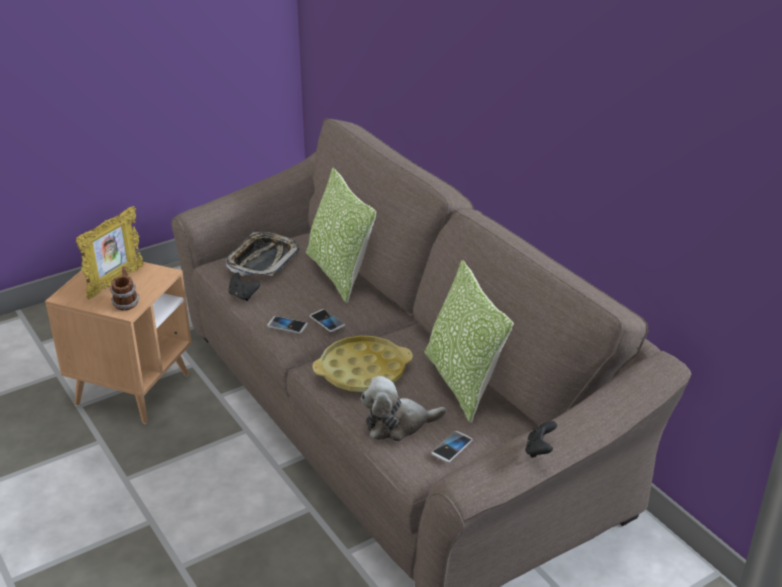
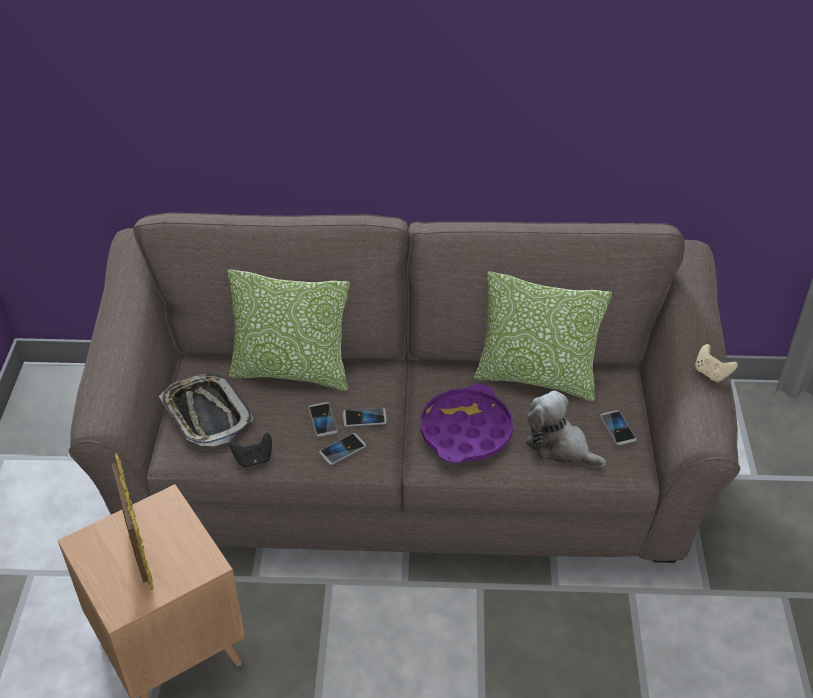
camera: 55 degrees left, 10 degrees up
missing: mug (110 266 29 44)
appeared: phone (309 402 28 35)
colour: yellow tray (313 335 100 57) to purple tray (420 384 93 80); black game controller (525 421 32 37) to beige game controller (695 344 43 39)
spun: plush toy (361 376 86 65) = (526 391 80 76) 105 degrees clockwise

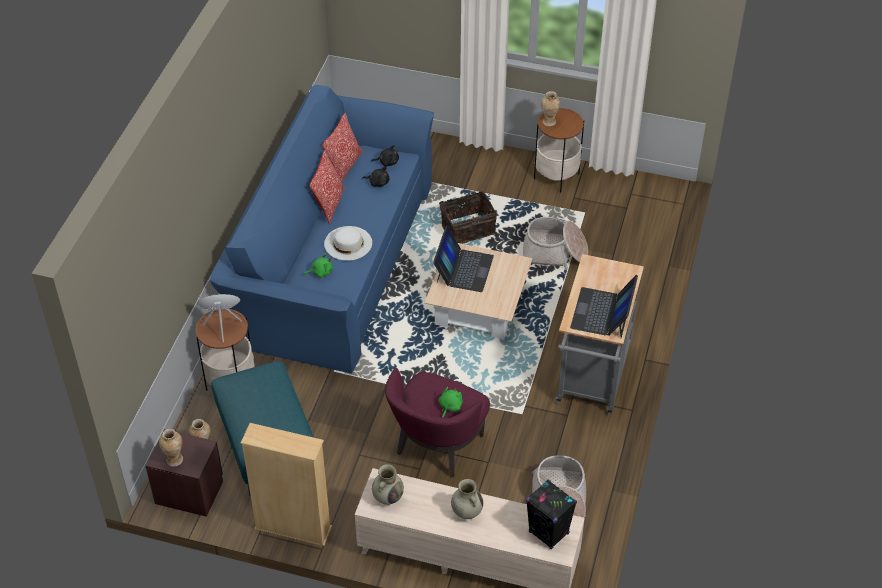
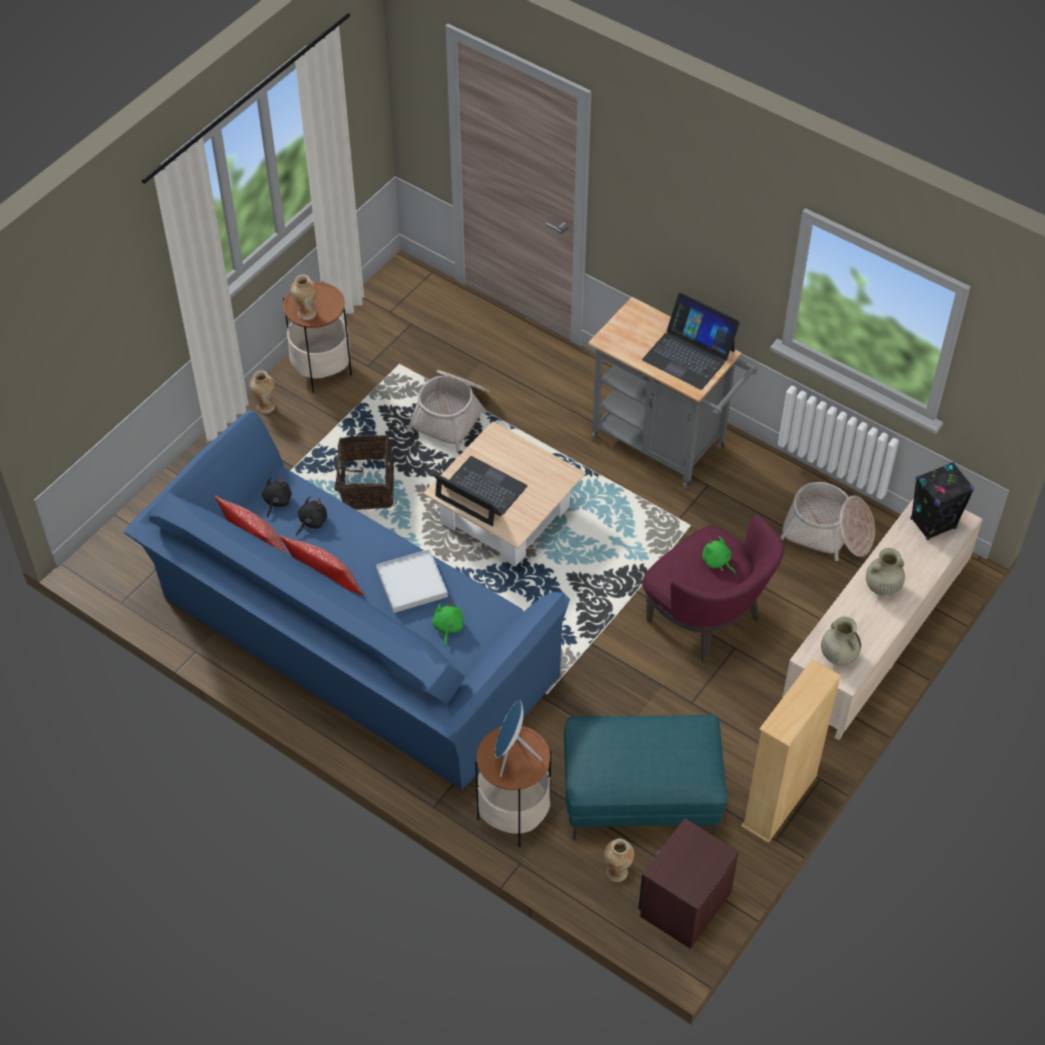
camera: 70 degrees left, 5 degrees up
relocated: vase (159 429 24 38) to (249 370 26 43)
exchanged: white hat (324 226 48 35) to white tray (376 549 72 64)

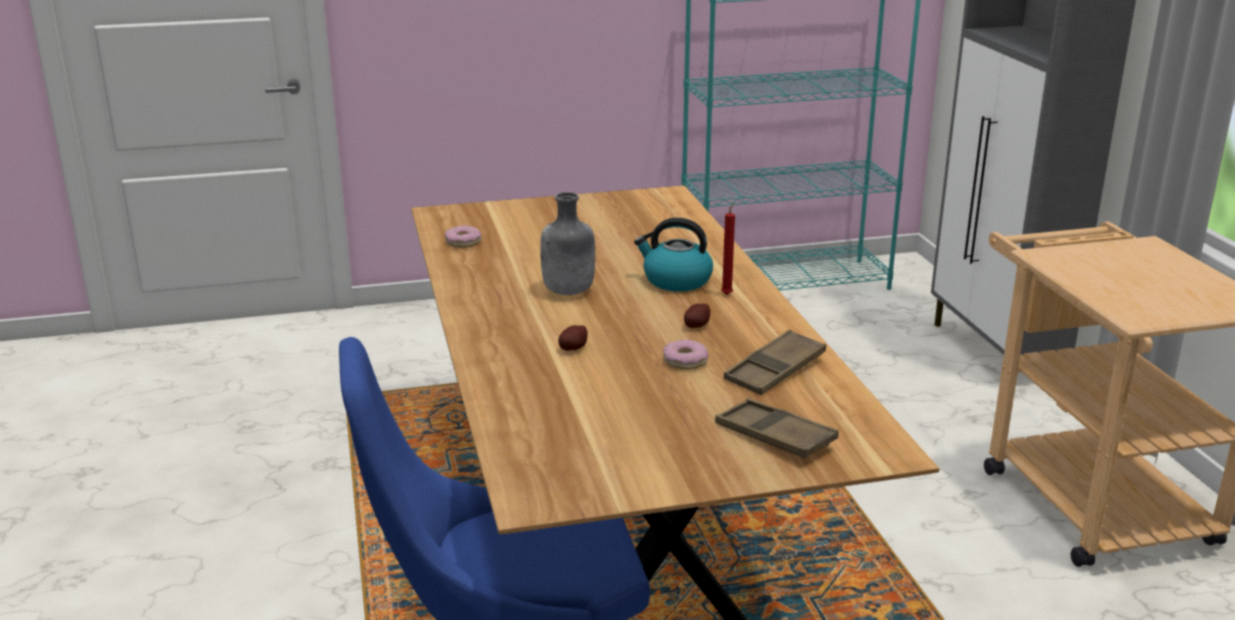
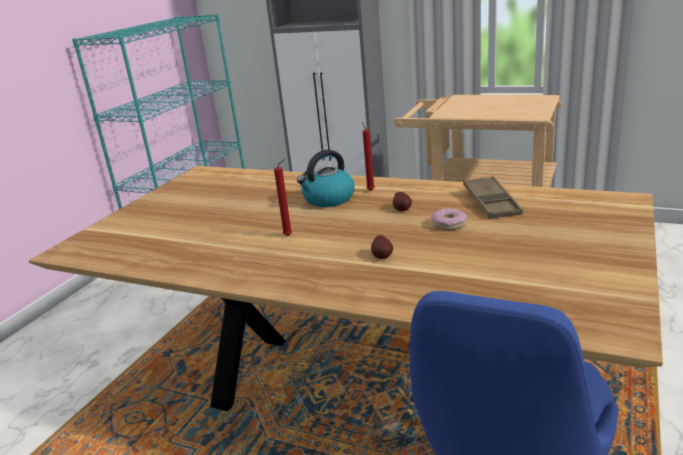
camera: 50 degrees left, 0 degrees up
missing: donut (444 225 38 23); brown tray (715 398 123 60)
exchanged: grey bottle (540 192 55 103) to red candle (274 159 18 77)

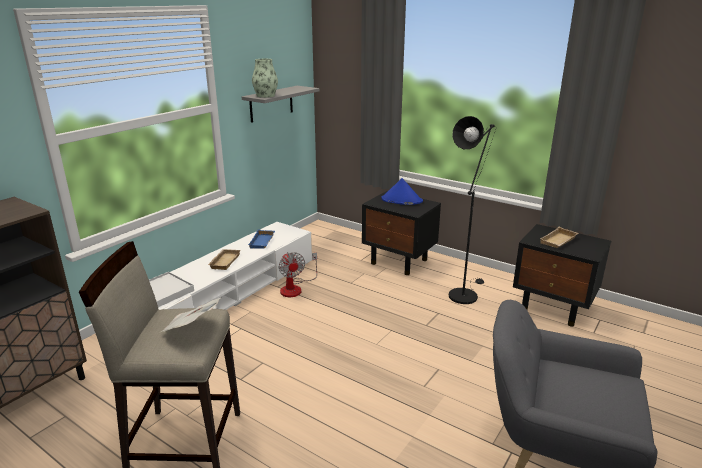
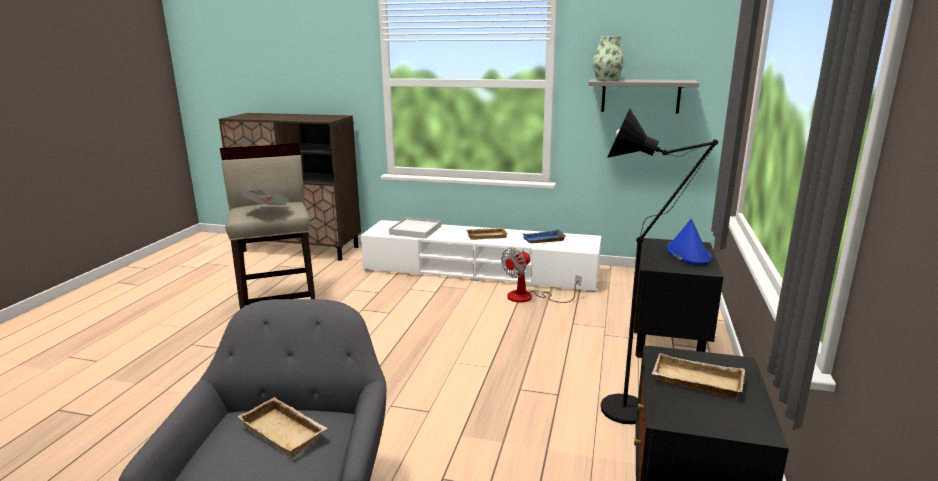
camera: 70 degrees right, 5 degrees down
appeared: beige tray (238 397 89 60)

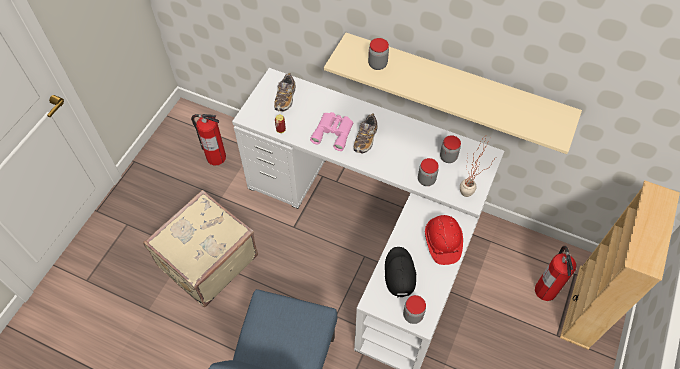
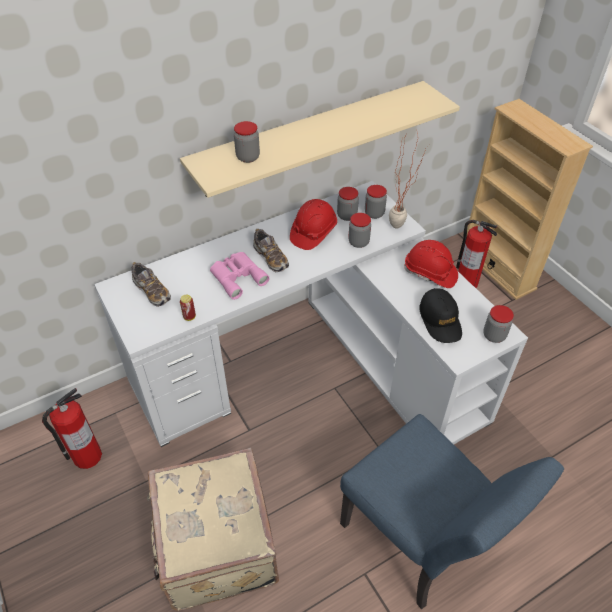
camera: 55 degrees left, 10 degrees down
appeared: jar (365 185 22 34); red hard hat (290 199 47 51)
spun: black cap (385 247 31 50) = (419 288 43 55) 135 degrees counterclockwise

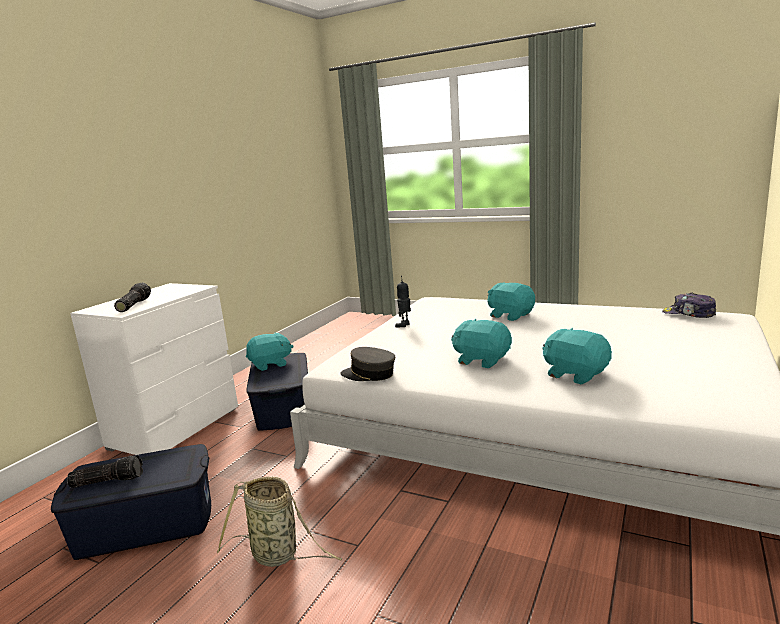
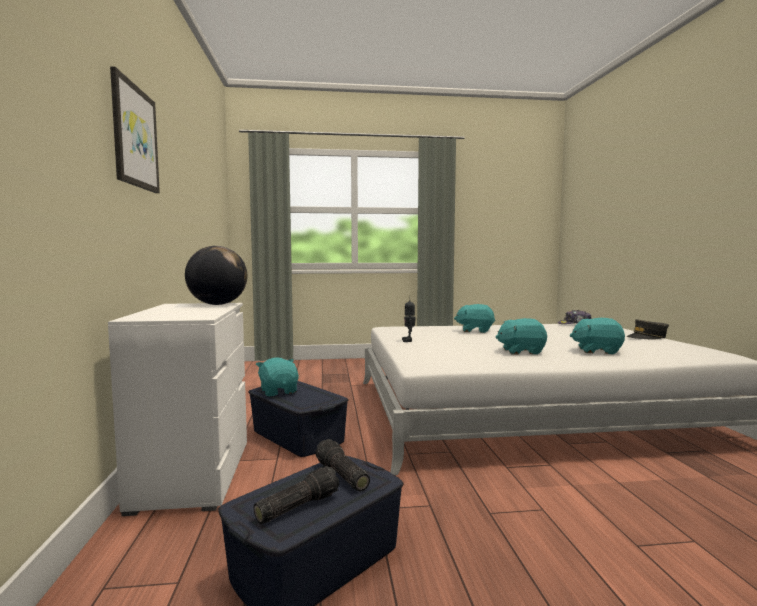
camera: 35 degrees left, 10 degrees down
missing: basket (217 477 125 90)
appeared: picture (110 66 50 127); globe (185 246 62 59)
relocated: flashlight (114 282 37 30) to (315 439 55 52); grey cap (340 347 55 34) to (627 319 42 21)
spun: turquoise plush toy (246 332 48 39) = (256 357 43 39) 60 degrees counterclockwise

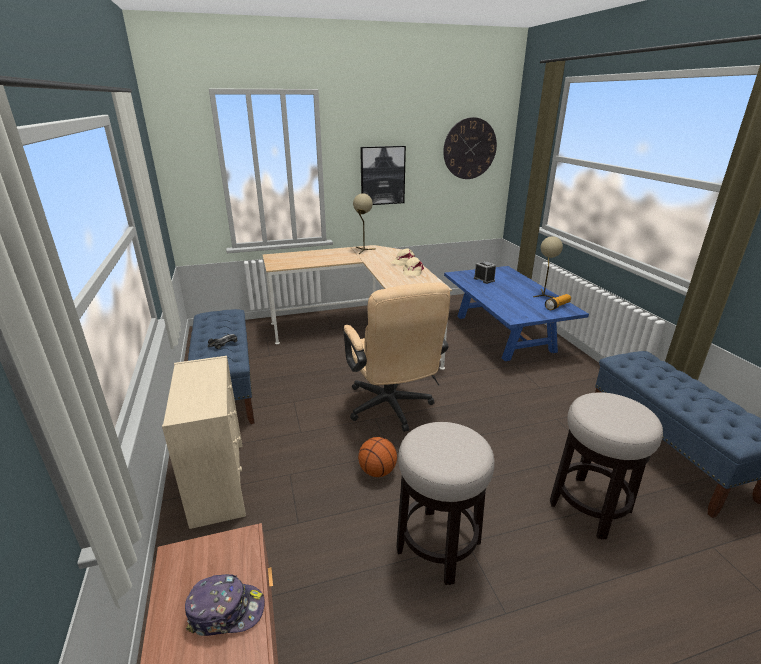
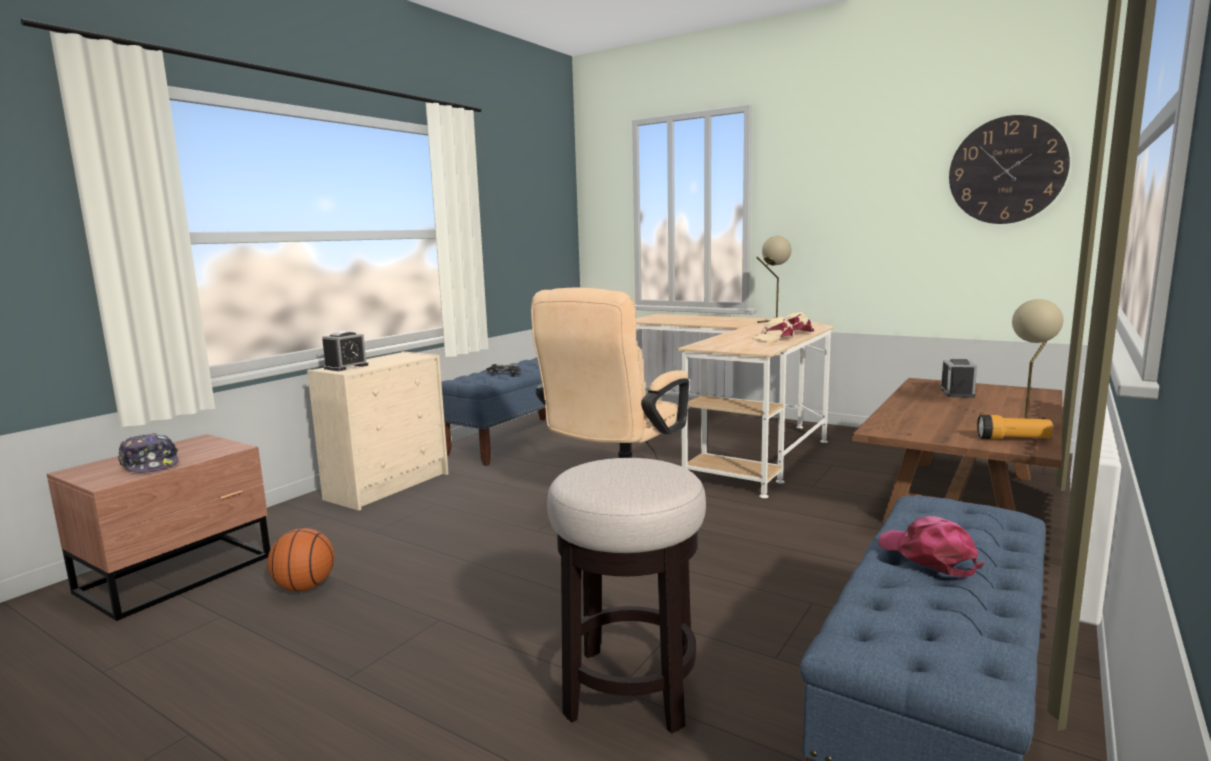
camera: 50 degrees right, 15 degrees down
missing: picture (360 146 46 59); stool (396 422 99 163)
appeared: alarm clock (322 331 46 40); pink cap (878 516 107 61)
relocated: basketball (358 437 39 40) to (267 528 67 63)
colour: blue coffee table (444 266 145 95) to brown coffee table (852 378 211 145)

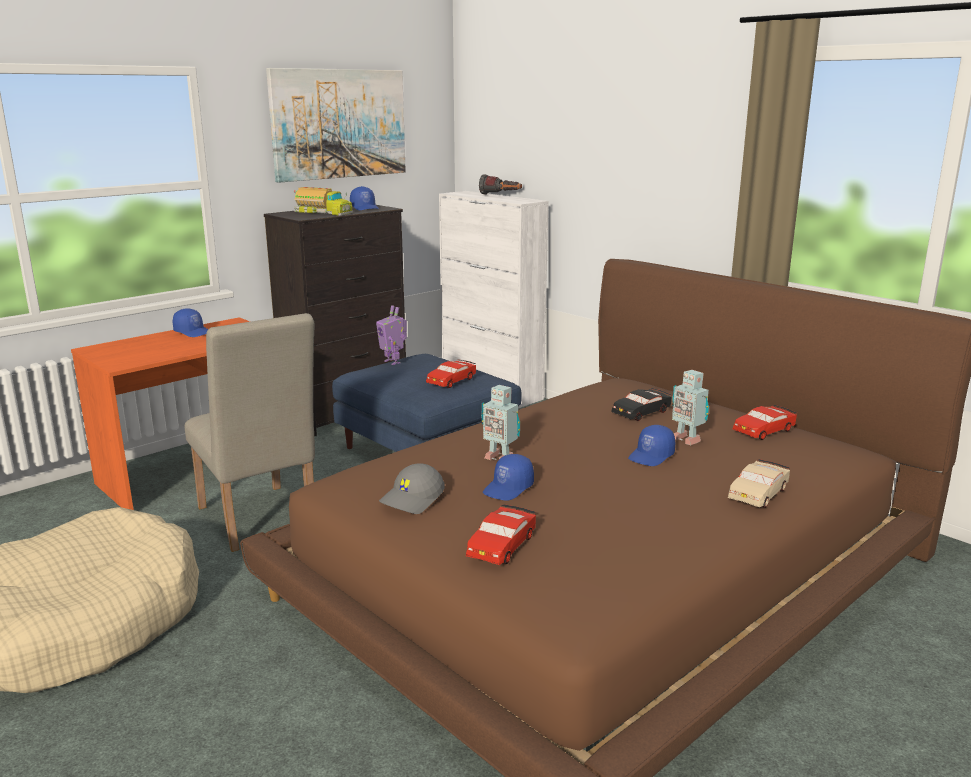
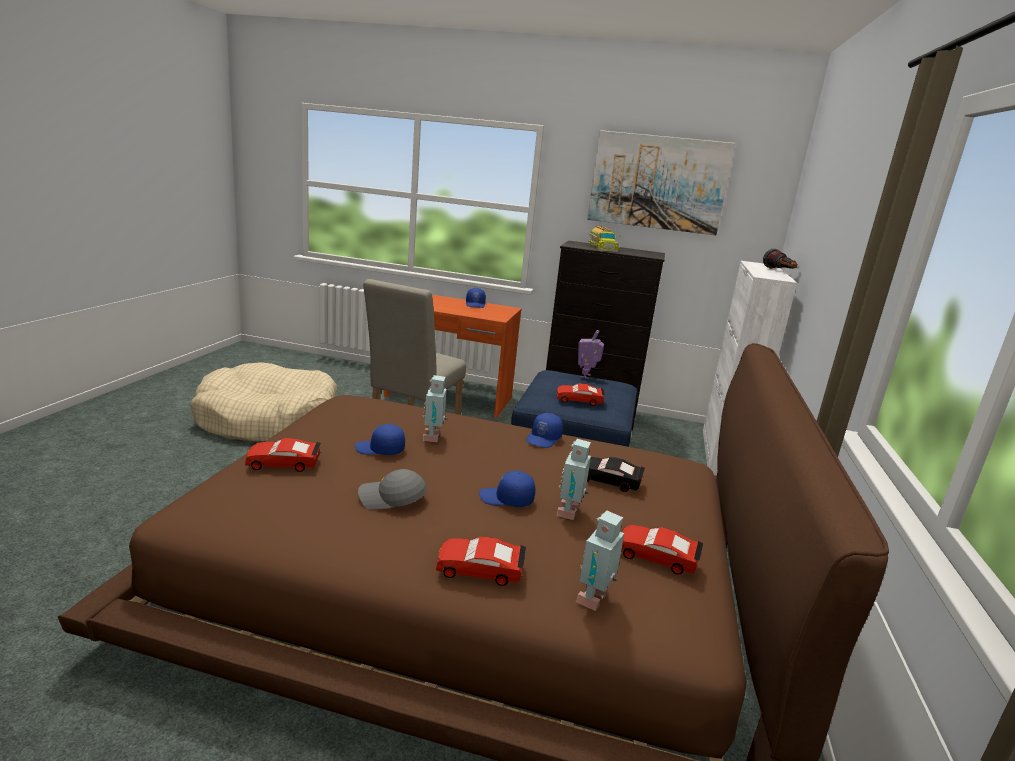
camera: 55 degrees right, 0 degrees up
appeared: toy robot (576 511 49 100)
relocated: blue cap (350 186 29 24) to (526 413 37 35); grey cap (379 464 66 50) to (358 469 69 41)
colour: beige toy car (728 459 62 49) to red toy car (436 537 90 49)

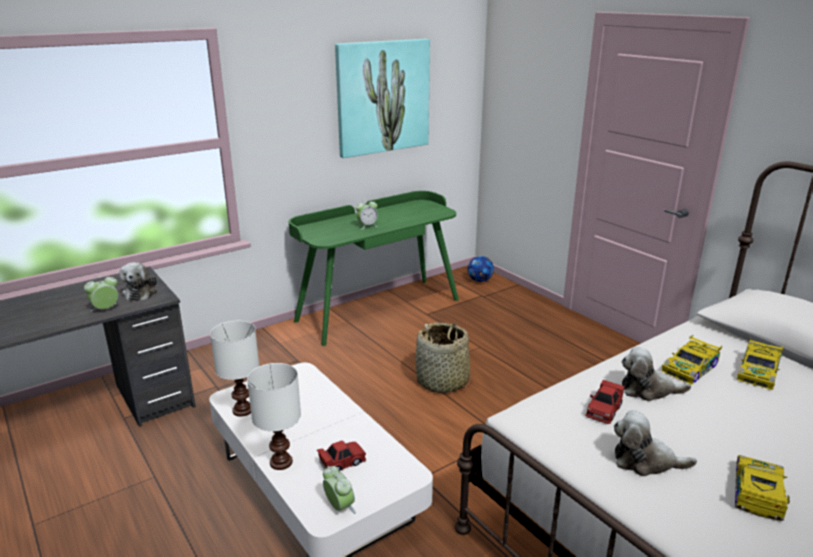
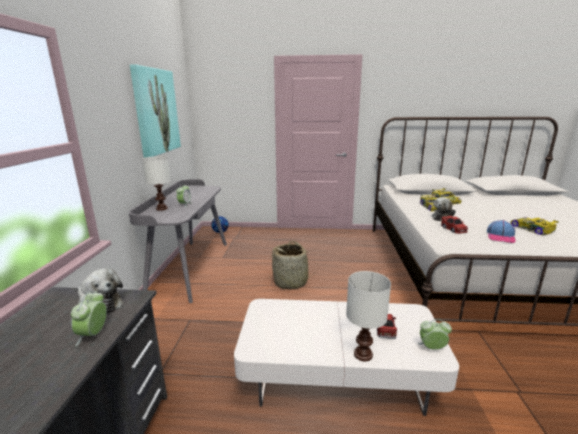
camera: 50 degrees left, 5 degrees down
relocated: white table lamp (210 321 49 96) to (142 156 29 55)
exchanged: plush toy (614 410 83 66) to cap (487 220 29 23)
colour: green desk (288 191 171 155) to grey desk (129 179 98 124)

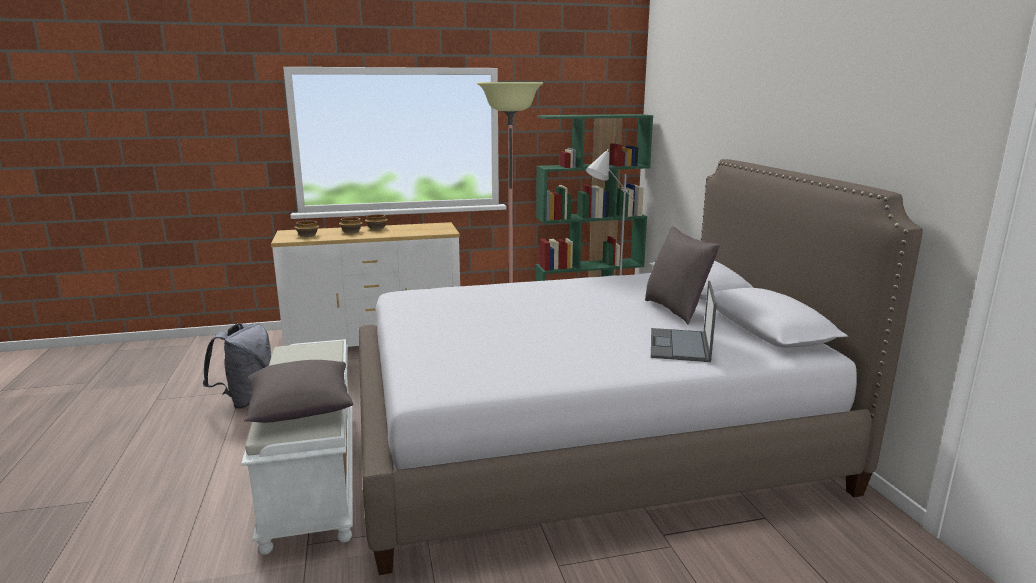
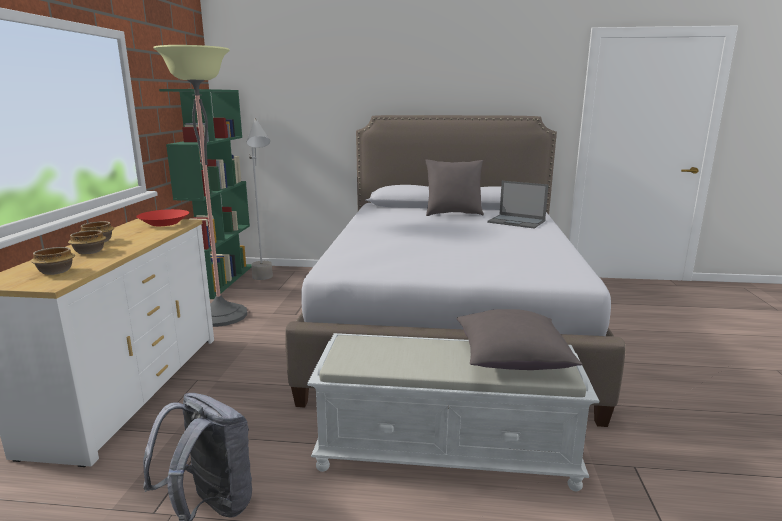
camera: 70 degrees left, 0 degrees up
appeared: red bowl (136 209 53 17)

